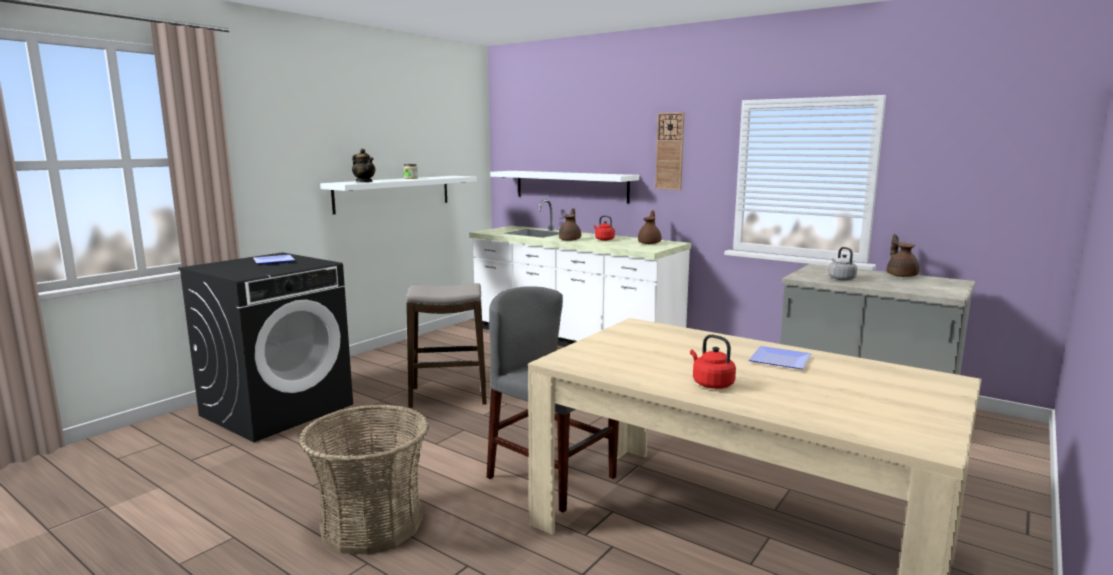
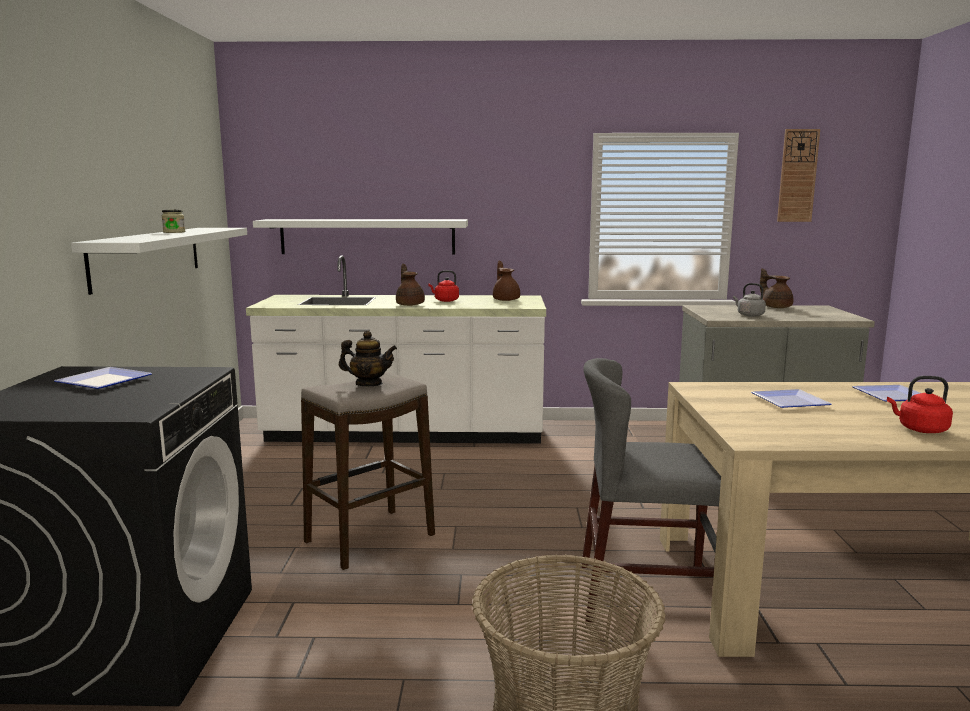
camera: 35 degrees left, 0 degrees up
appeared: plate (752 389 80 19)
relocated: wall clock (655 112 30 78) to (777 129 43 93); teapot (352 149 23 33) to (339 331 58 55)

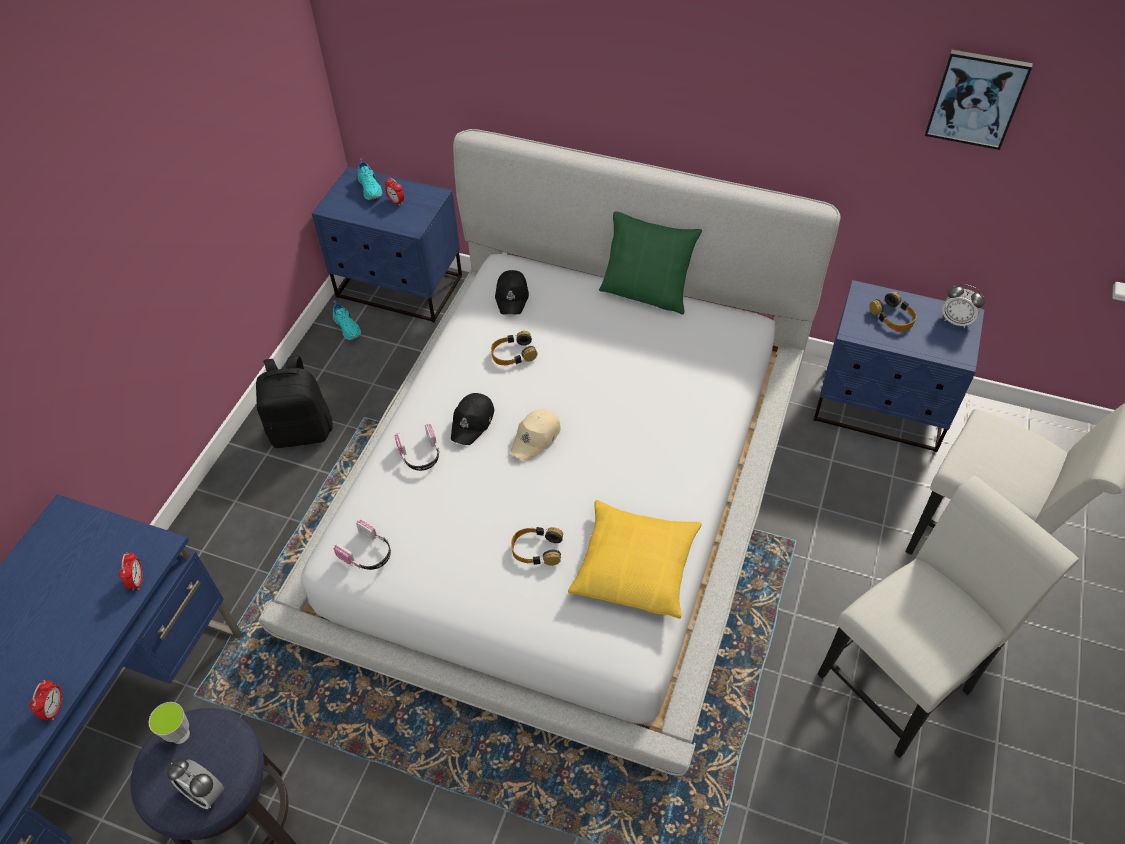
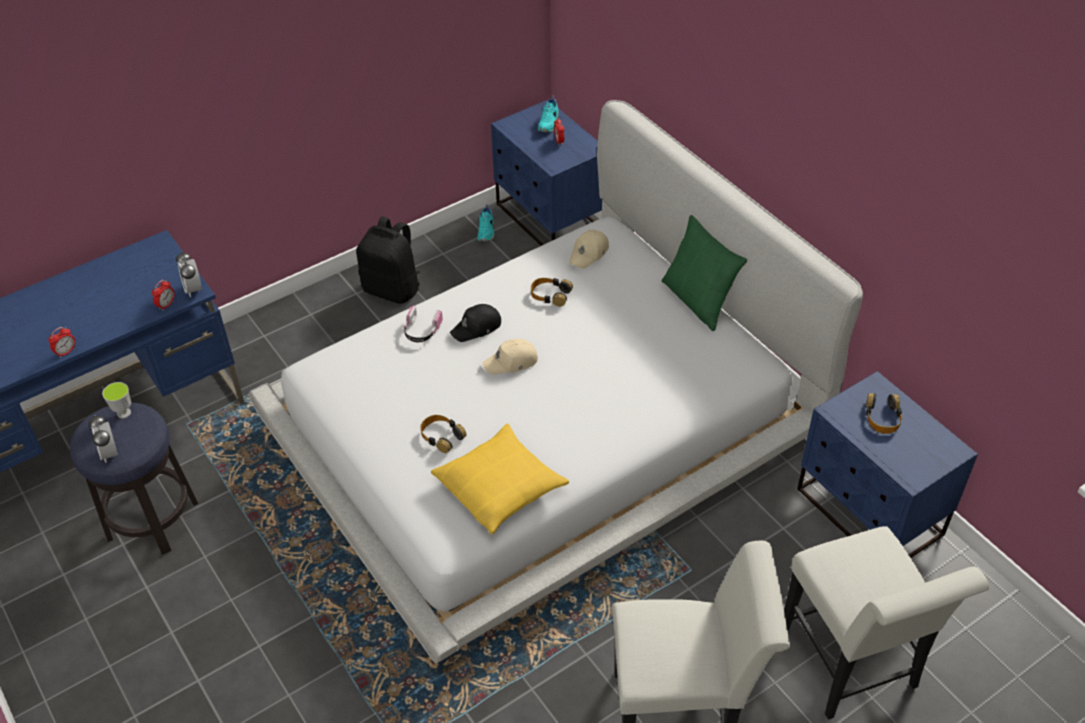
camera: 35 degrees right, 5 degrees down
missing: picture (925 50 108 100); headphones (334 520 57 50)
relocated: alarm clock (942 284 43 44) to (176 252 26 45)
colour: black cap (495 270 34 45) to beige cap (569 230 40 39)

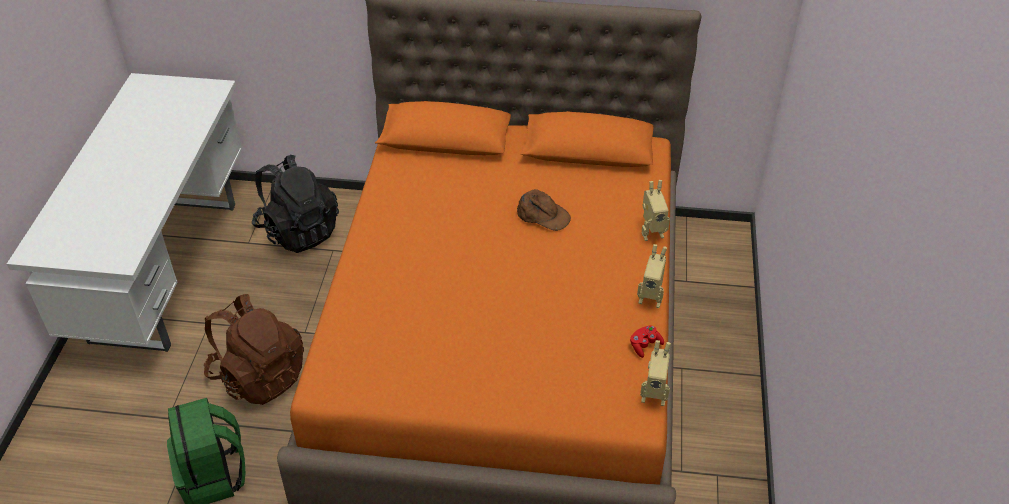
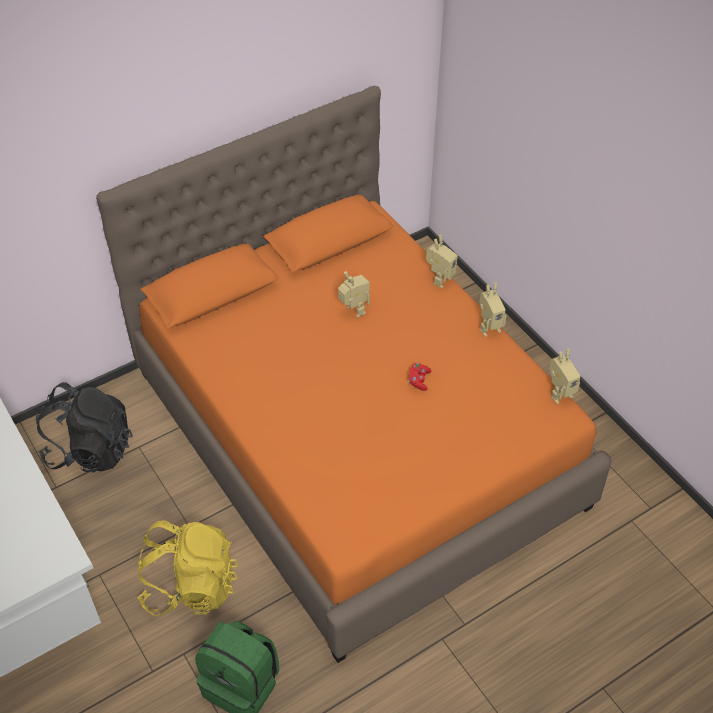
camera: 40 degrees left, 5 degrees up
relocated: red game controller (630 325 34 33) to (408 363 23 28)
exchanged: brown cap (517 189 54 42) to toy robot (338 271 32 47)
colour: brown backpack (204 294 100 111) to yellow backpack (137 520 101 96)

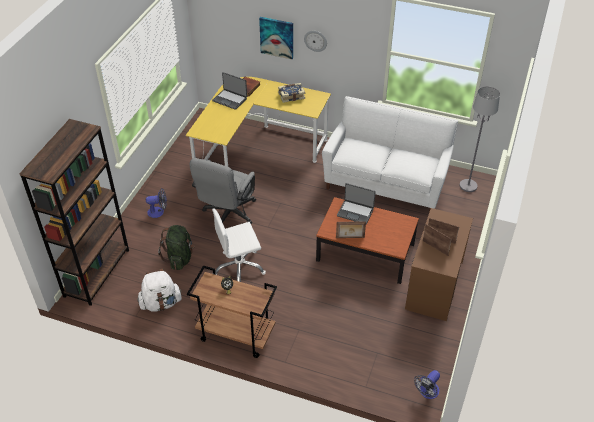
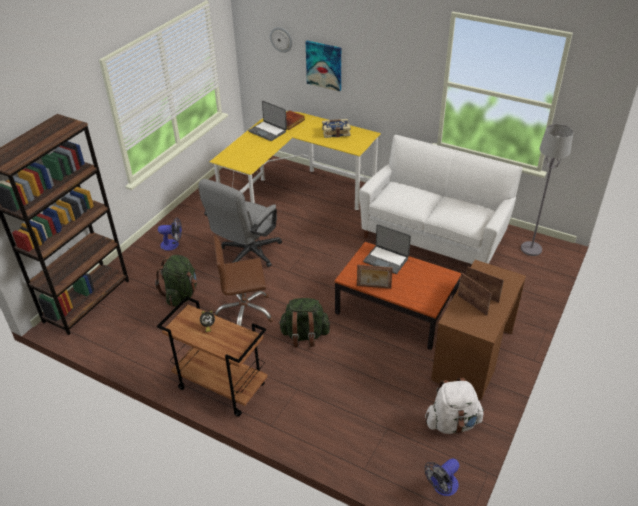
camera: 10 degrees right, 5 degrees down
appeared: green backpack (278 298 52 49)
relocated: wall clock (304 31 23 21) to (270 27 22 26); white backpack (137 269 45 43) to (425 378 59 56)
colour: white office chair (212 209 54 73) to brown office chair (213 235 61 91)

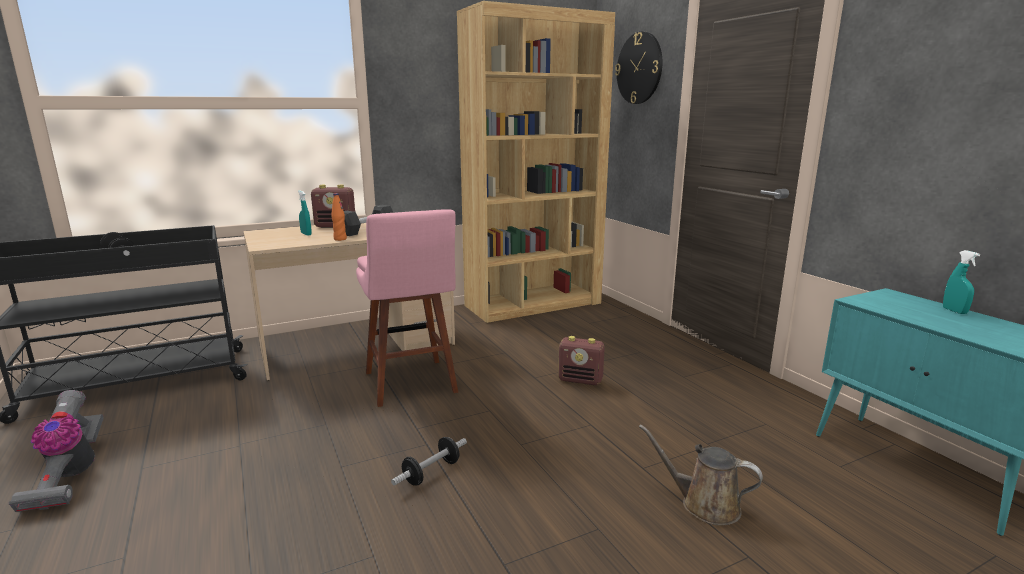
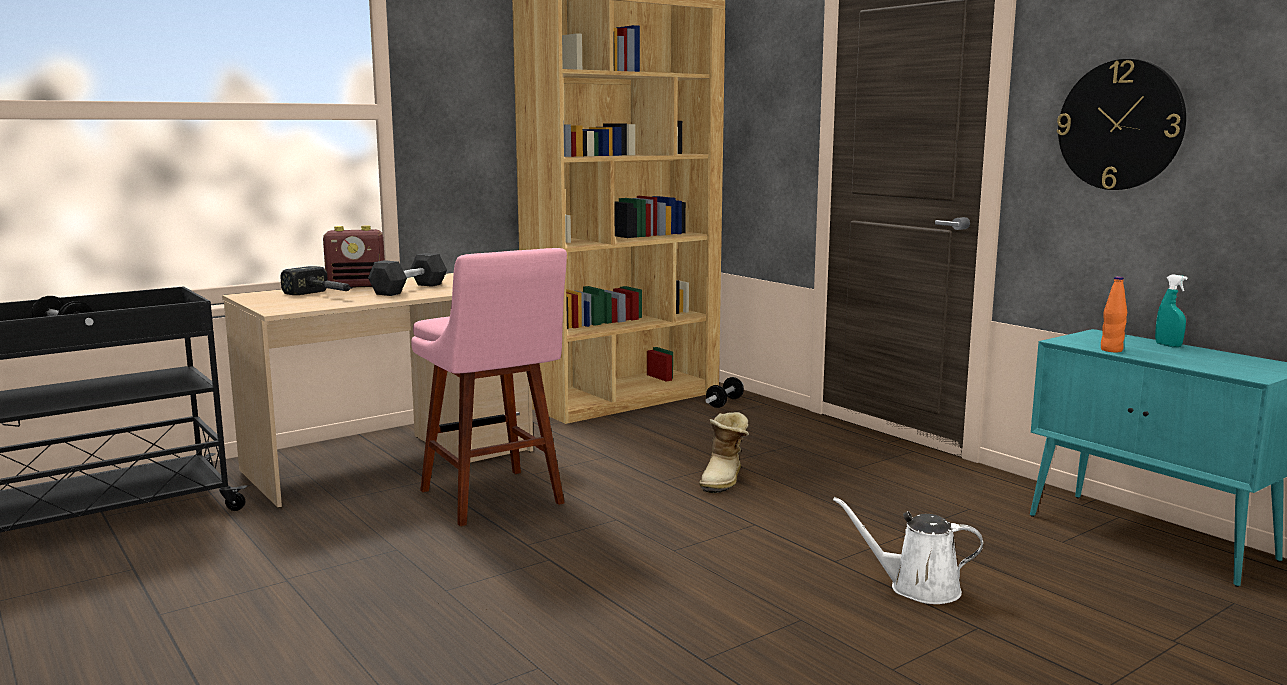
camera: 10 degrees left, 5 degrees down
missing: vacuum cleaner (9 390 95 122)
relocated: wall clock (615 31 47 73) to (1057 59 129 131); orange bottle (331 193 16 48) to (1101 276 26 76); dumbbell (391 437 76 49) to (705 377 39 31)
exchanged: turquoise spray bottle (298 191 14 45) to hammer (280 266 72 29); radio (558 336 47 49) to boot (699 412 50 81)
colour: brown watering can (639 424 124 102) to white watering can (833 497 150 107)

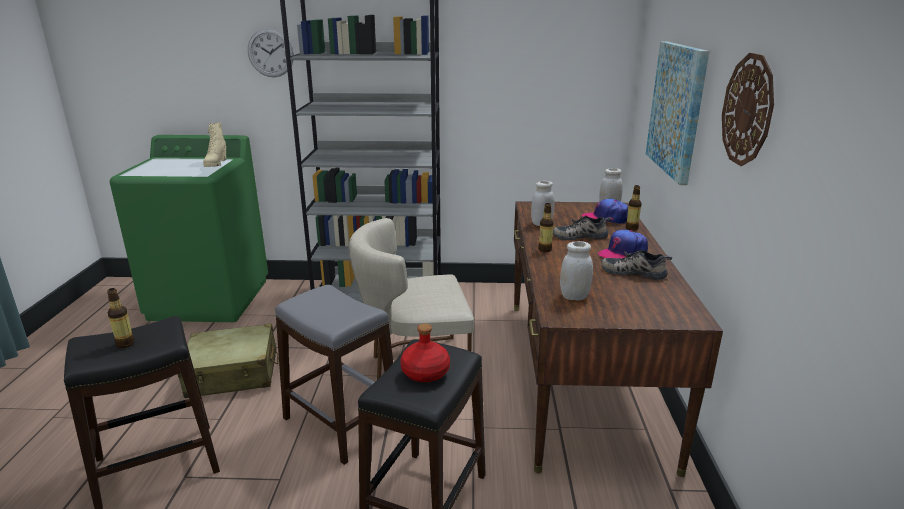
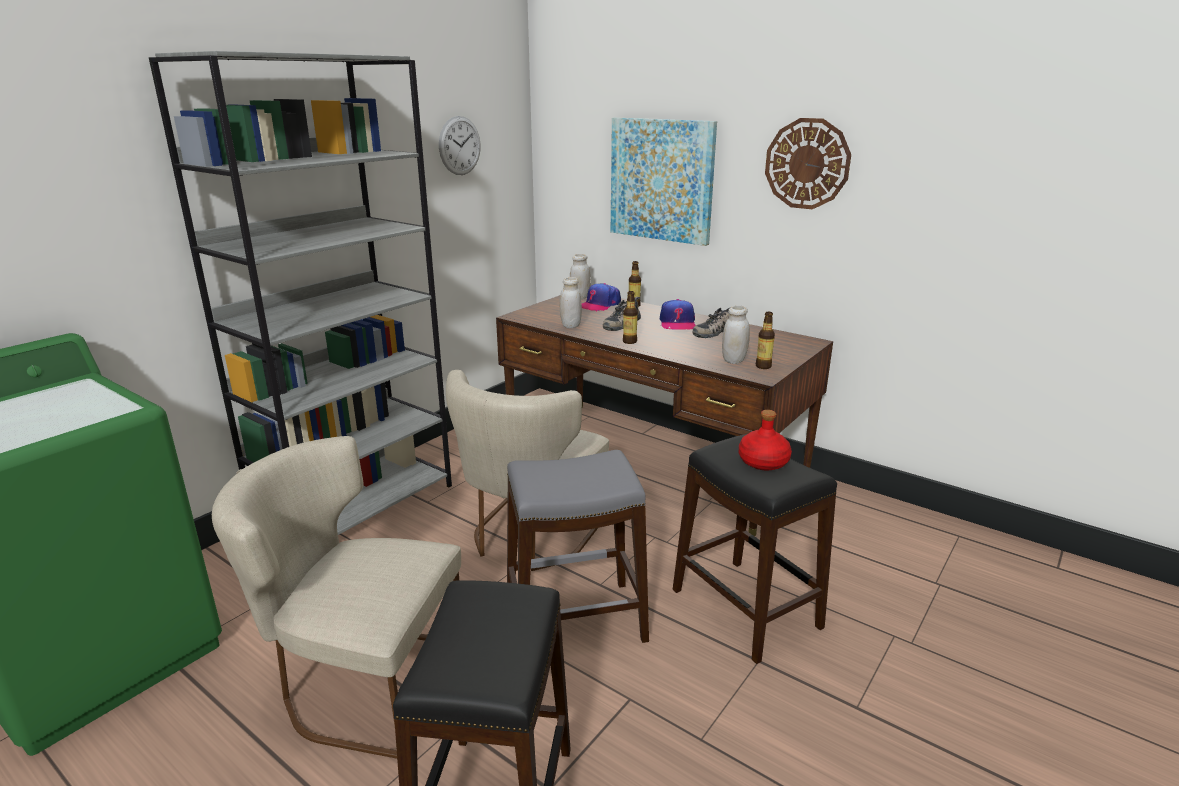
camera: 55 degrees left, 0 degrees up
missing: beige boot (203 123 23 44)
relocated: wall clock (248 28 46 49) to (439 116 42 59); bottle (107 288 28 60) to (756 312 19 57)
exchanged: beige suitcase (177 324 102 74) to beige chair (212 436 249 323)

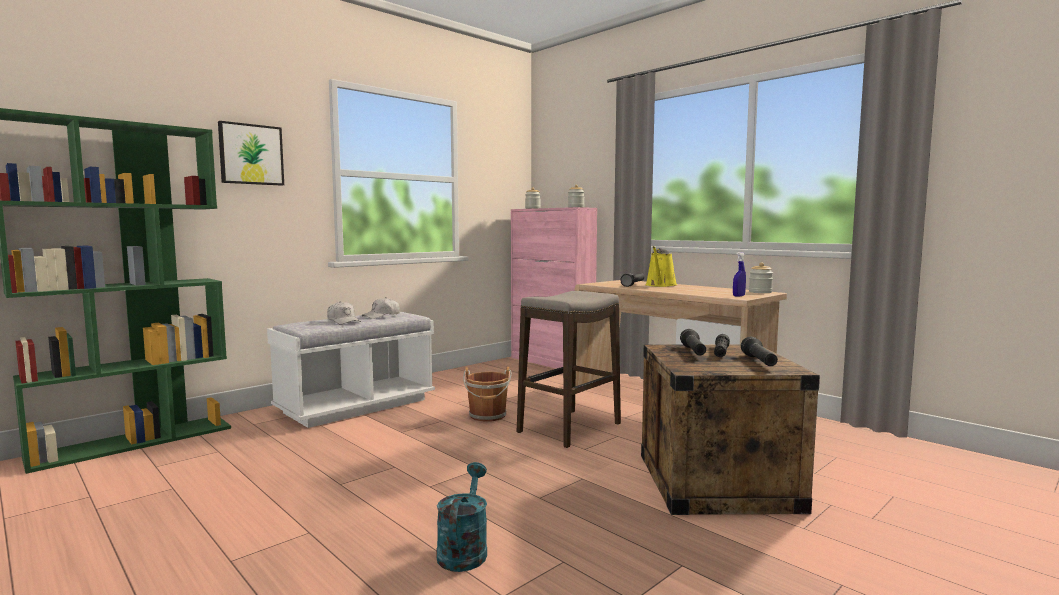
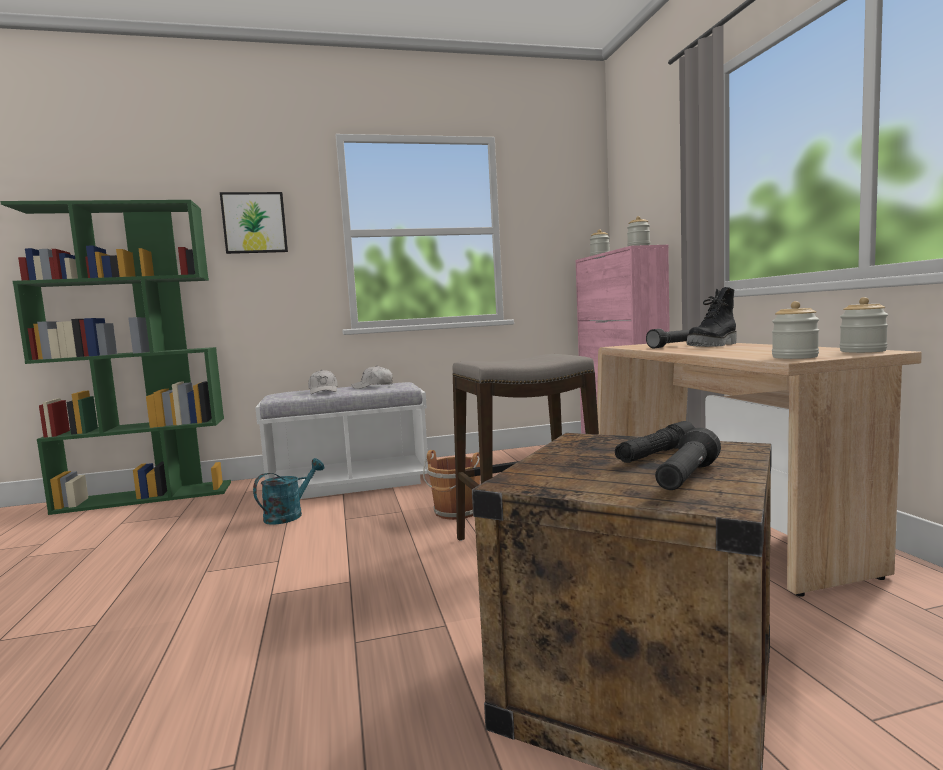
camera: 30 degrees right, 0 degrees up
missing: black flashlight (680 329 26 26)
relocated: turquoise watering can (436 462 51 110) to (253 458 72 67)
exchanged: yellow watering can (645 246 32 41) to black boot (687 287 49 60); blue spray bottle (733 252 13 45) to jar (772 301 48 58)

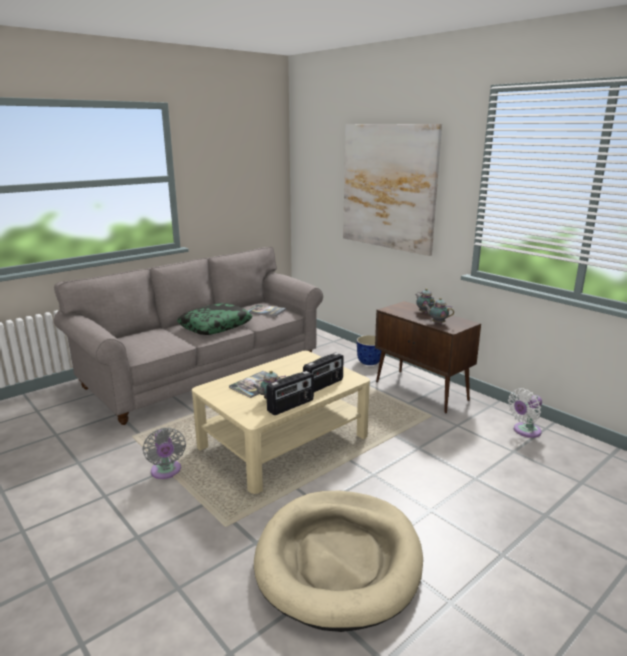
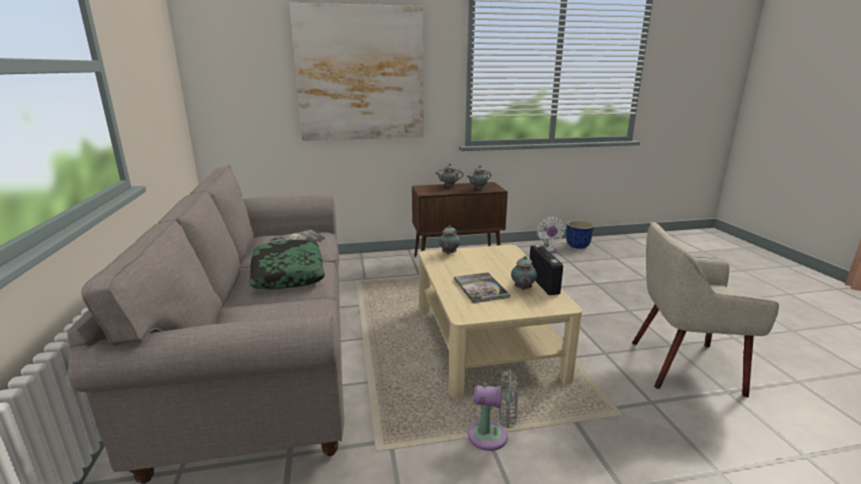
camera: 60 degrees left, 0 degrees up
missing: radio (303 353 41 39)
appeared: teapot (439 225 21 30)
relocated: planter (357 335 24 30) to (566 220 28 29)
exchanged: beige dog bed (254 491 169 141) to beige armchair (632 222 147 175)

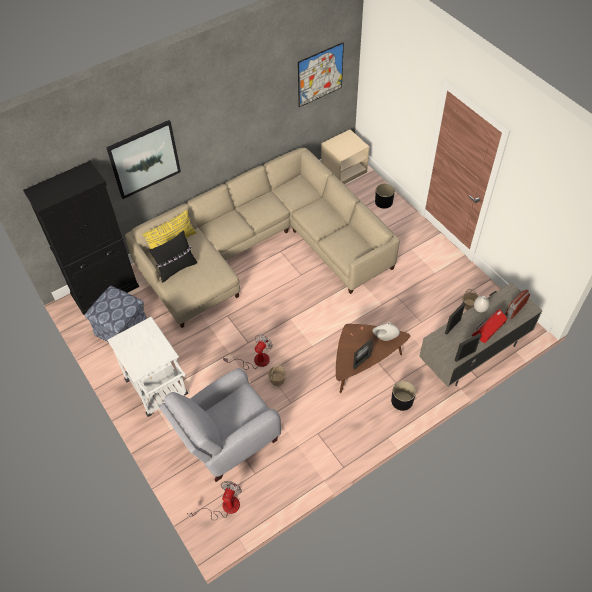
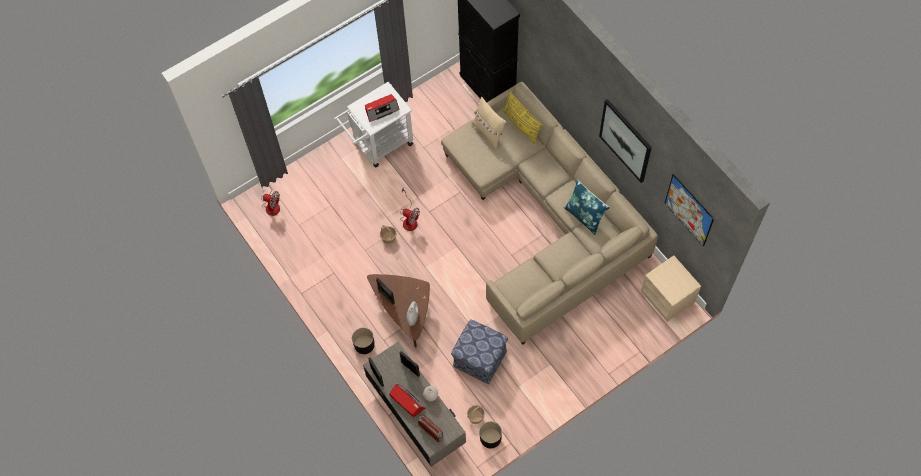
camera: 90 degrees right, 10 degrees up
missing: grey armchair (159 368 122 114)
appeared: radio (365 94 35 28); blue pillow (564 179 46 56)
relocated: picture (106 120 75 79) to (599 99 53 84); black planter (375 184 20 25) to (480 422 22 27); ottoman (84 286 63 57) to (451 319 57 65)
colour: black pillow (149 231 48 52) to beige pillow (471 96 35 53)

